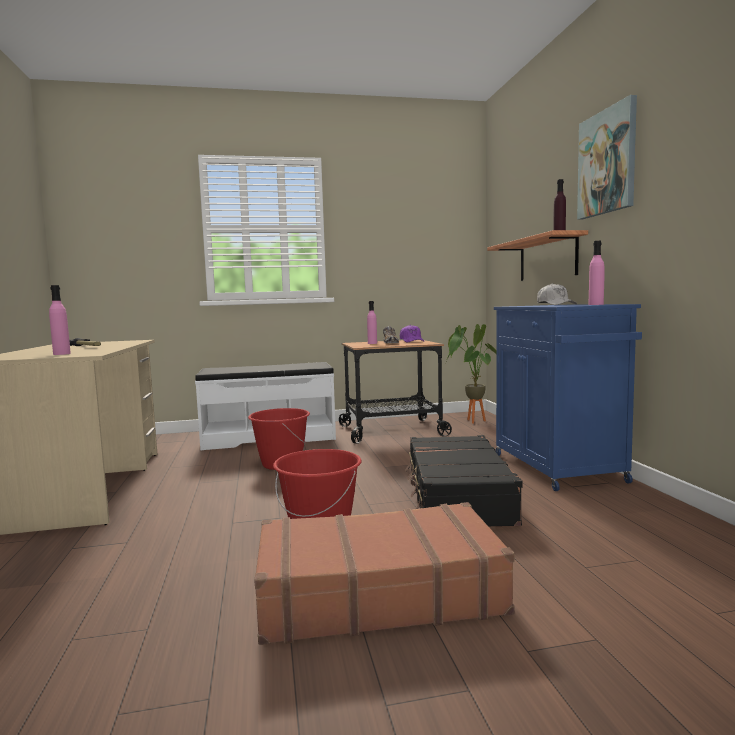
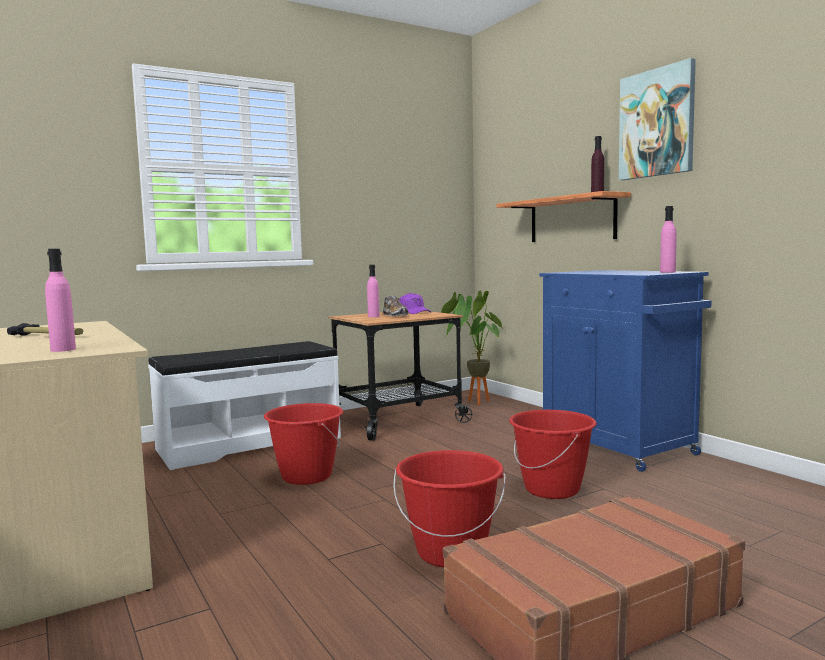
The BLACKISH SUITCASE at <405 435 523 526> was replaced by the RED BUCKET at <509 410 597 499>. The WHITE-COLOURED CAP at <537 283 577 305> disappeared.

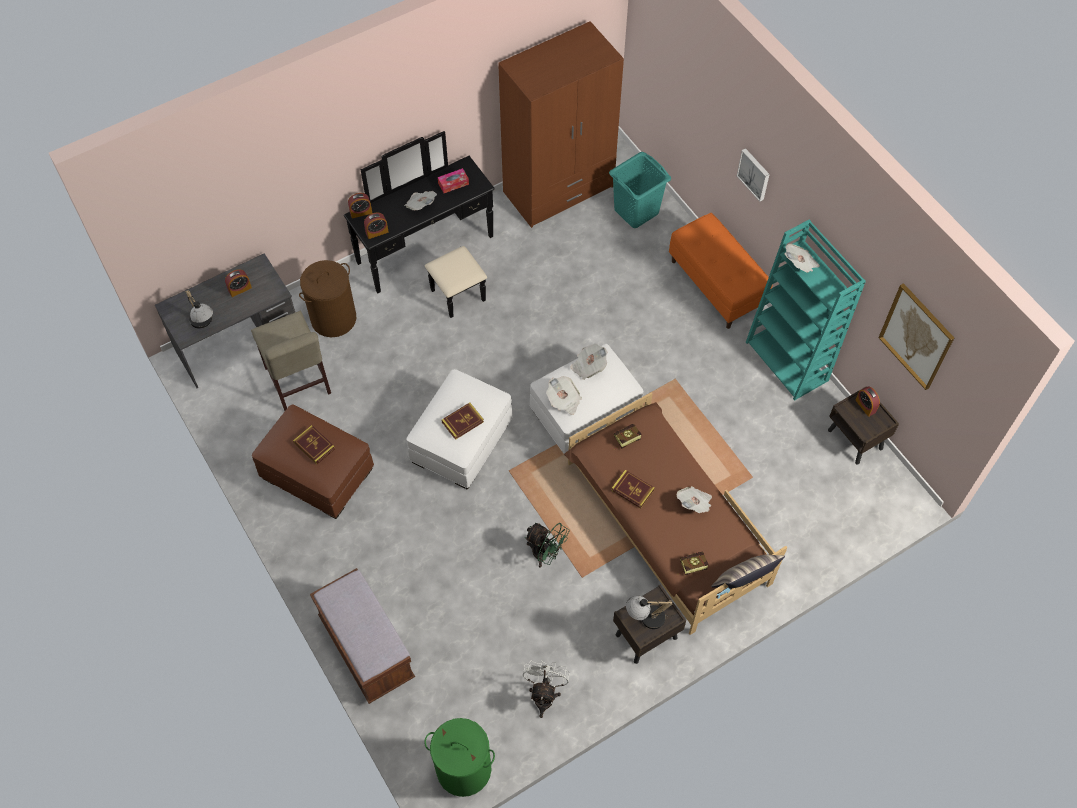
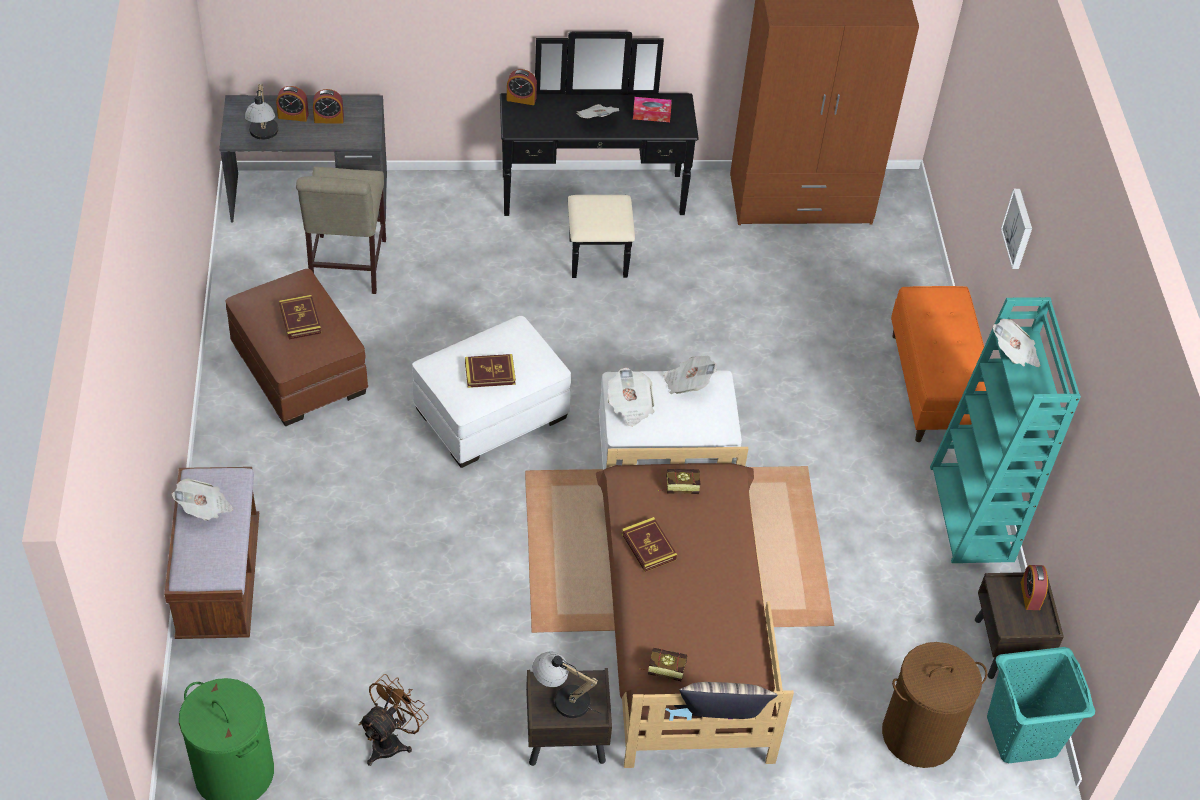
The PRINTED PAPER moved from <677 486 712 513> to <172 478 233 521>. The TABLE CLOCK moved from <364 213 388 239> to <276 86 309 122>. The WHITE-COLOURED ELECTRIC FAN at <523 660 570 718> became the BROWN ELECTRIC FAN at <359 674 429 766>. The BROWN WASHING BASKET moved from <299 260 356 337> to <882 642 987 768>. The TURQUOISE-COLOURED WASHING BASKET moved from <609 152 671 228> to <987 647 1095 763>. The GREEN ELECTRIC FAN at <525 523 570 568> disappeared. The PICTURE at <878 283 954 390> disappeared.

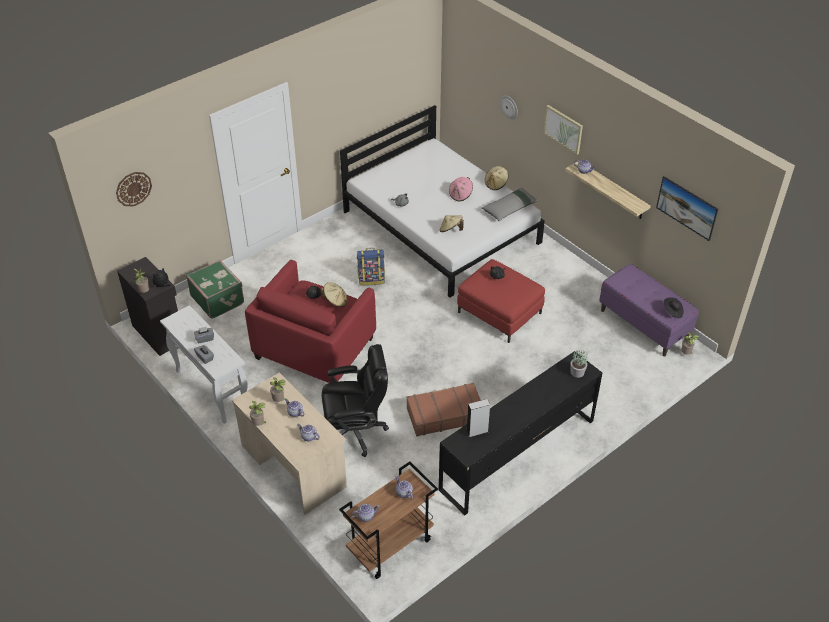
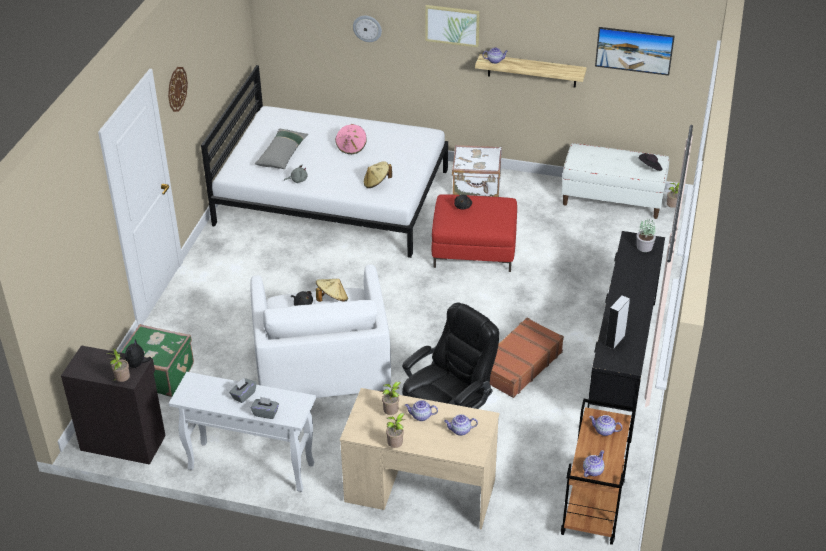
The CLOCK ON THE WALL moved from <116 172 152 206> to <168 67 188 112>. The RED LOUNGE CHAIR at <245 260 376 383> became the WHITE-COLOURED LOUNGE CHAIR at <250 265 391 398>. The GREYISH PILLOW moved from <482 187 539 221> to <255 128 308 169>. The WHITE-COLOURED SUITCASE at <452 145 502 197> appeared. The PURPLISH INDOOR BENCH at <599 264 699 356> became the WHITE-COLOURED INDOOR BENCH at <561 143 669 219>. The RUCKSACK at <357 248 385 286> disappeared. The BEIGE HAT at <485 166 508 190> disappeared.

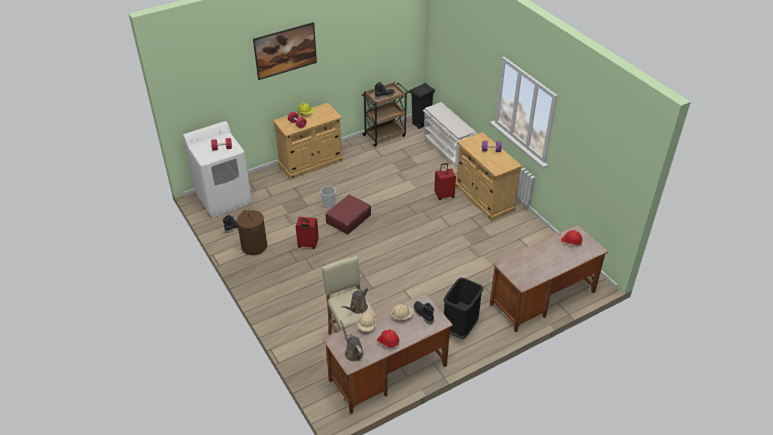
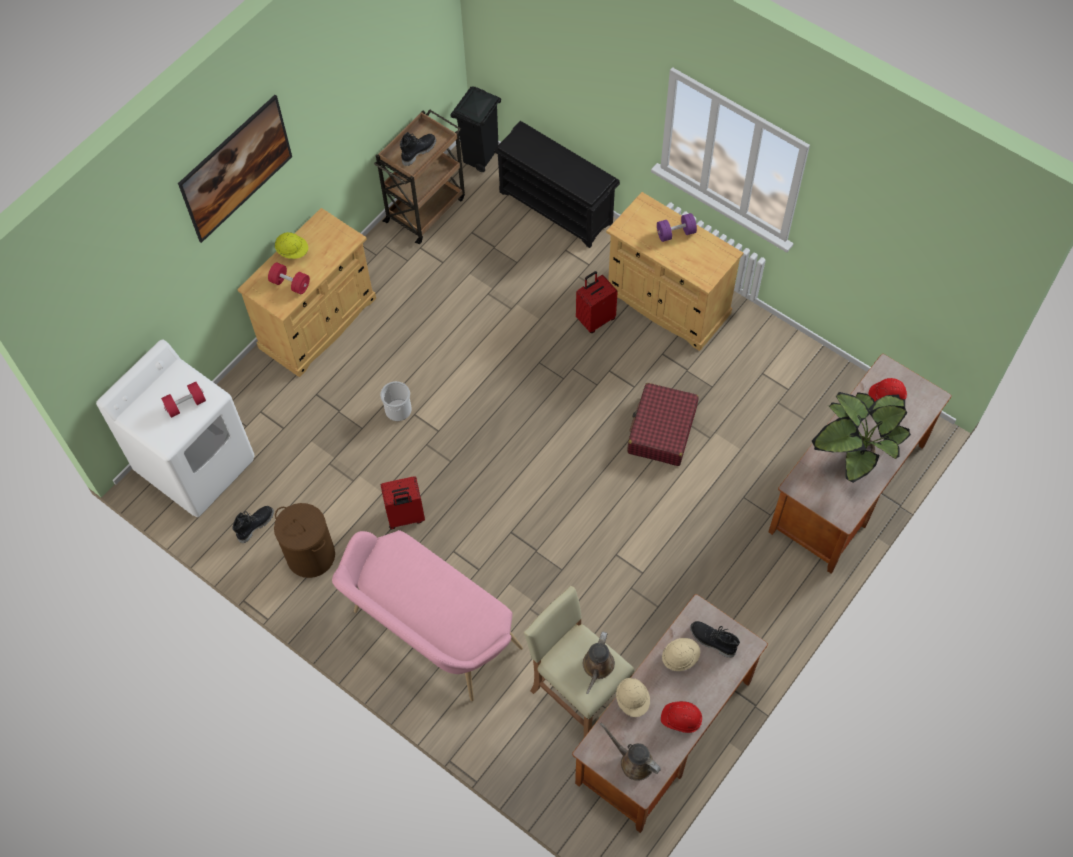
The PINKISH INDOOR BENCH at <332 530 523 701> appeared. The WHITE-COLOURED SHOE STAND at <423 102 477 168> became the BLACKISH SHOE STAND at <493 121 620 248>. The RED SUITCASE moved from <326 195 371 234> to <627 383 699 466>. The POTTED PLANT at <812 392 911 483> appeared. The BLACKISH TRASH CAN at <444 278 483 339> disappeared.

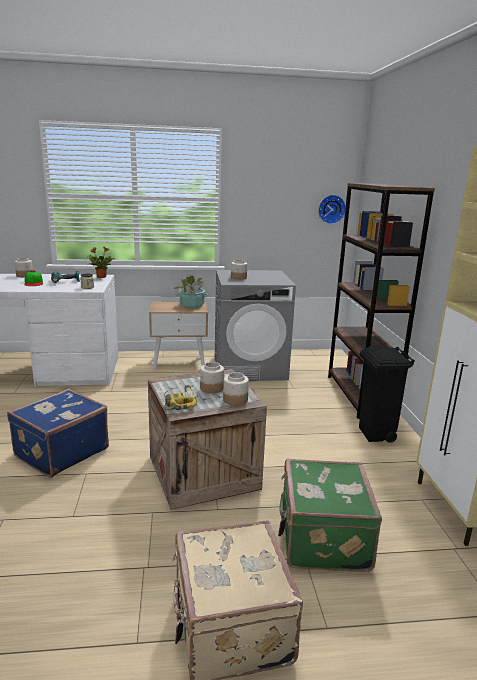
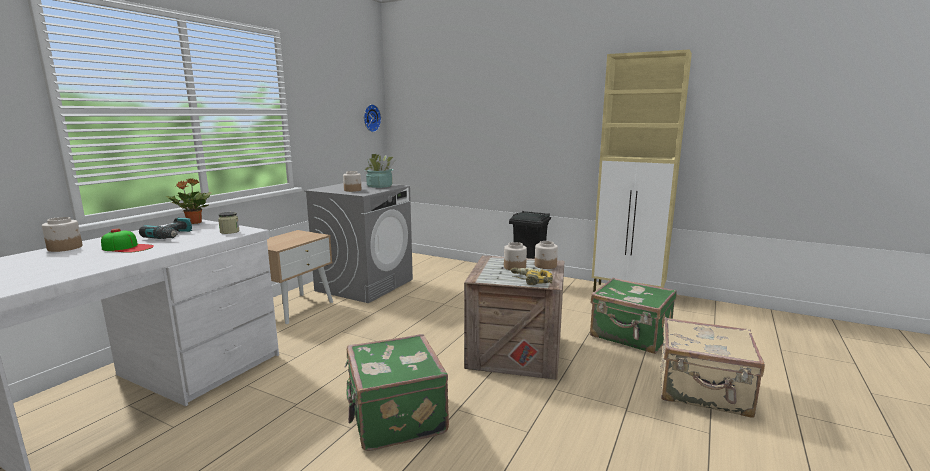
The BLUE-COLOURED SUITCASE at <7 388 109 478> became the GREEN SUITCASE at <345 334 449 451>. The POTTED PLANT moved from <173 275 209 308> to <365 154 395 188>. The BROWN BOOKSHELF at <328 183 435 419> disappeared.

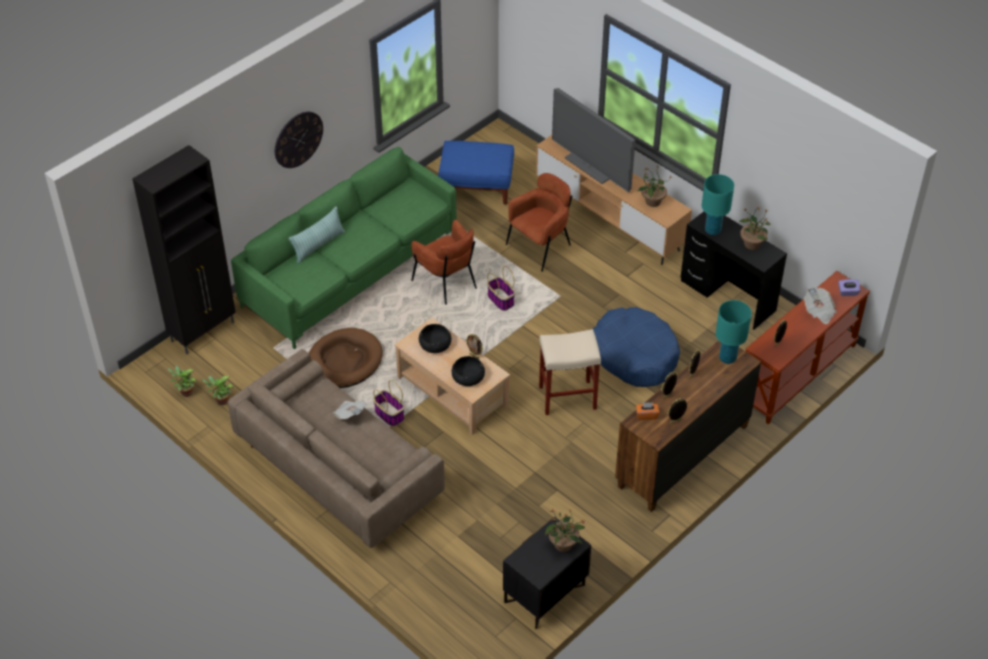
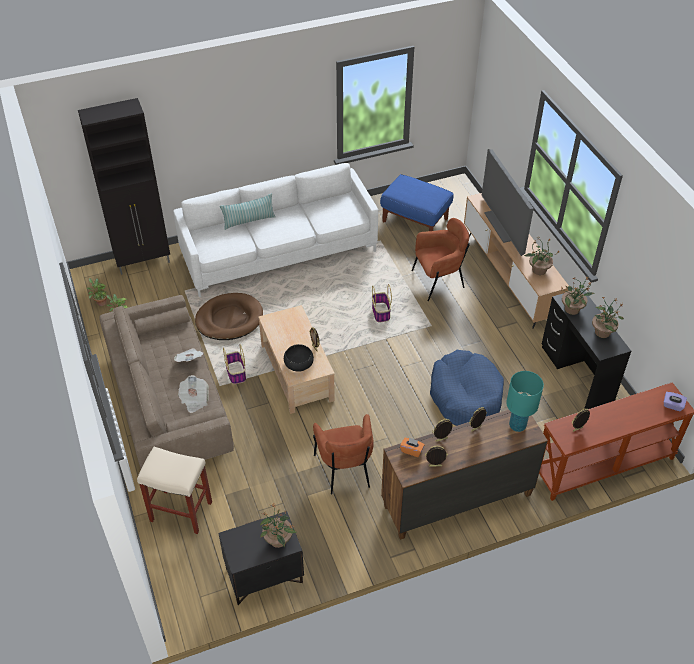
The BEIGE STOOL SEAT moved from <539 329 601 415> to <137 447 212 534>. The GREEN COUCH at <231 147 457 349> became the WHITE-COLOURED COUCH at <173 163 378 297>. The PRINTED PAPER moved from <804 287 837 324> to <178 375 209 413>. The BROWN LOUNGE CHAIR moved from <411 220 477 305> to <313 414 374 494>. The TURQUOISE-COLOURED TABLETOP LAMP at <702 174 734 235> was replaced by the POTTED PLANT at <560 277 594 315>. The CLOCK ON THE WALL at <275 112 323 168> disappeared. The BLACKISH SERVING BOWL at <419 324 451 353> disappeared.

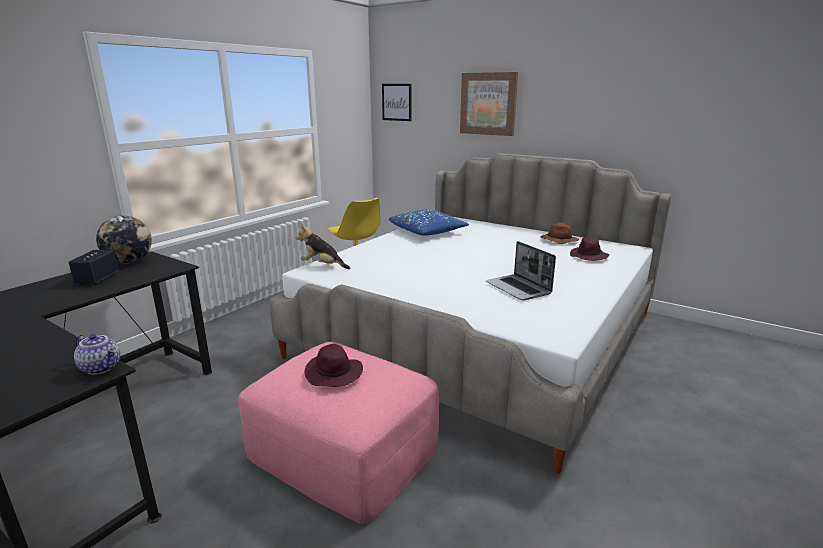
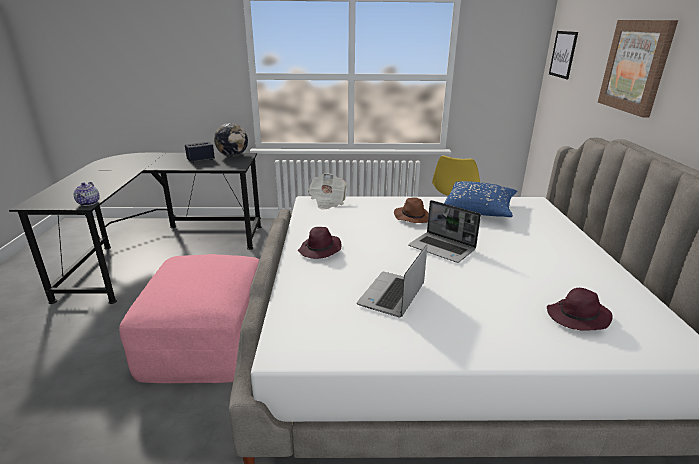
The PURPLISH HAT moved from <305 344 363 387> to <298 227 342 259>. The CUDDLY TOY at <295 223 350 269> was replaced by the PRINTED PAPER at <308 173 347 210>. The BROWN HAT moved from <540 223 579 244> to <394 197 429 223>. The NOTEBOOK COMPUTER at <408 200 481 263> appeared.

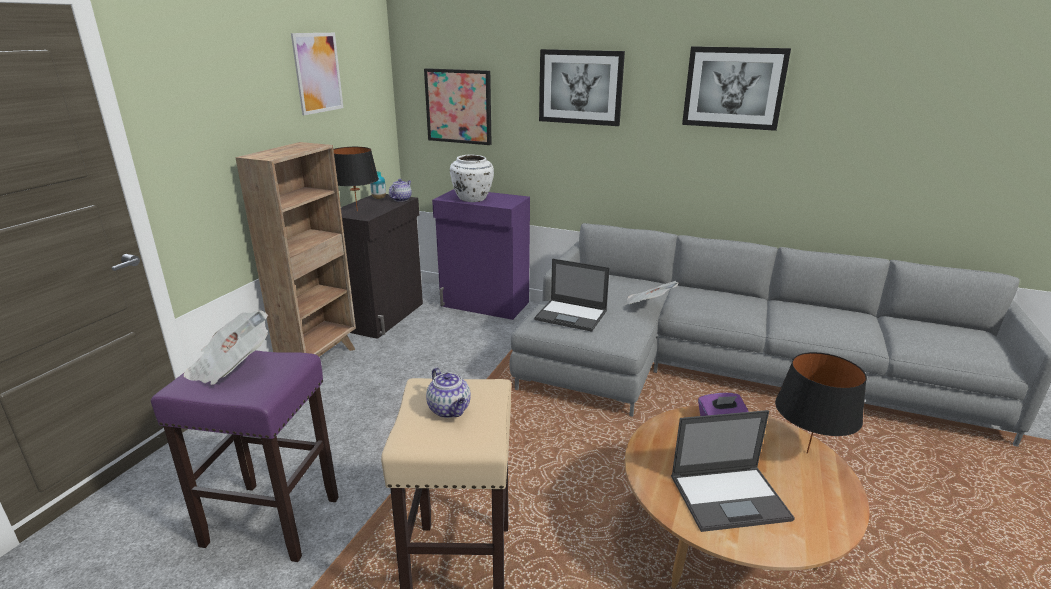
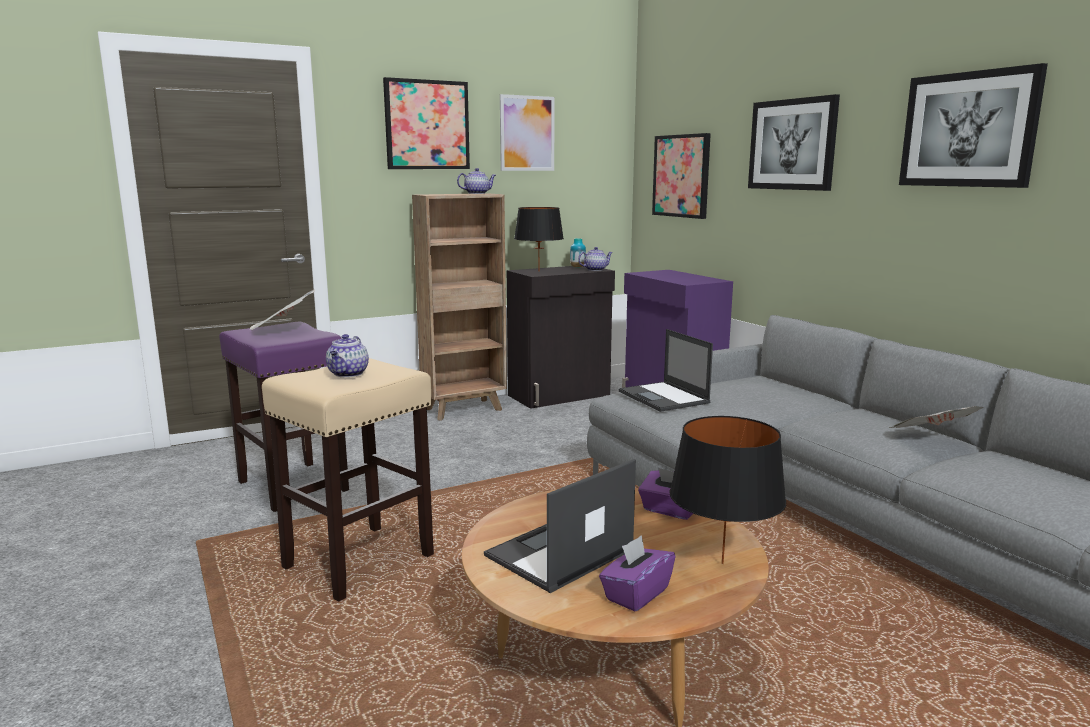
The PICTURE at <383 77 470 169> appeared. The TEAPOT at <457 168 496 194> appeared. The NOTEBOOK COMPUTER at <671 410 795 532> turned 105 degrees clockwise. The PURPLISH TISSUE BOX at <599 535 676 612> appeared. The PRINTED PAPER moved from <625 281 679 305> to <889 406 983 428>. The WHITE-COLOURED DECORATIVE VASE at <450 155 494 202> disappeared.

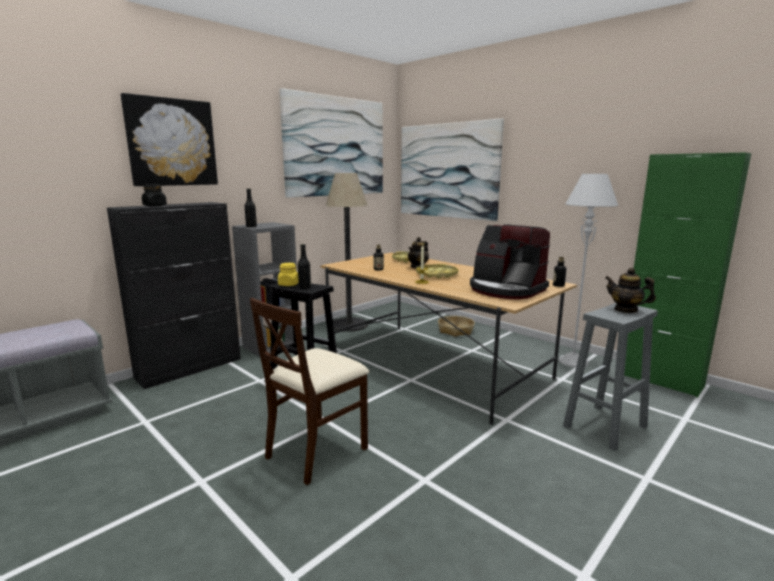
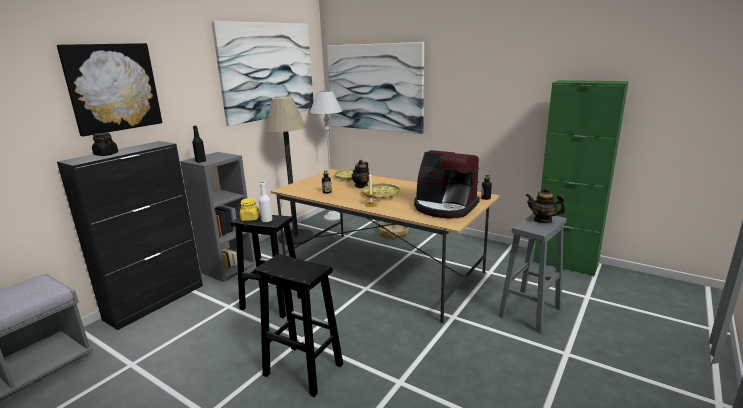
The BEIGE PLAIN CHAIR at <250 298 369 485> was replaced by the BLACKISH STOOL SEAT at <254 254 343 397>. The BLACKISH BOTTLE at <298 244 311 289> became the WHITE-COLOURED BOTTLE at <259 182 272 222>. The GREYISH STANDING LAMP moved from <559 174 618 368> to <310 90 342 221>.

